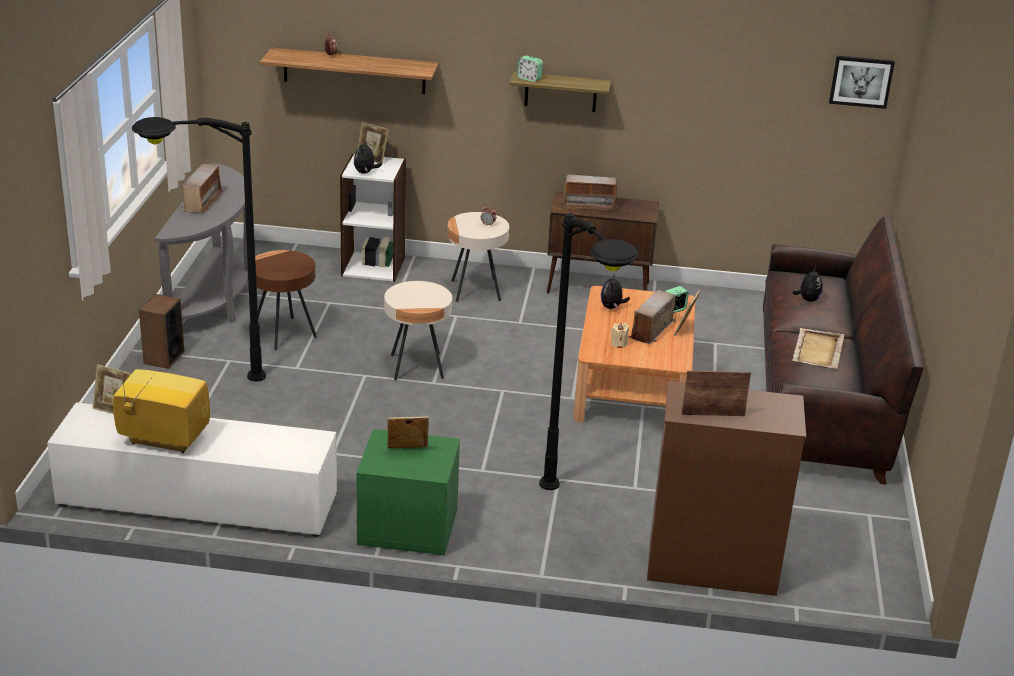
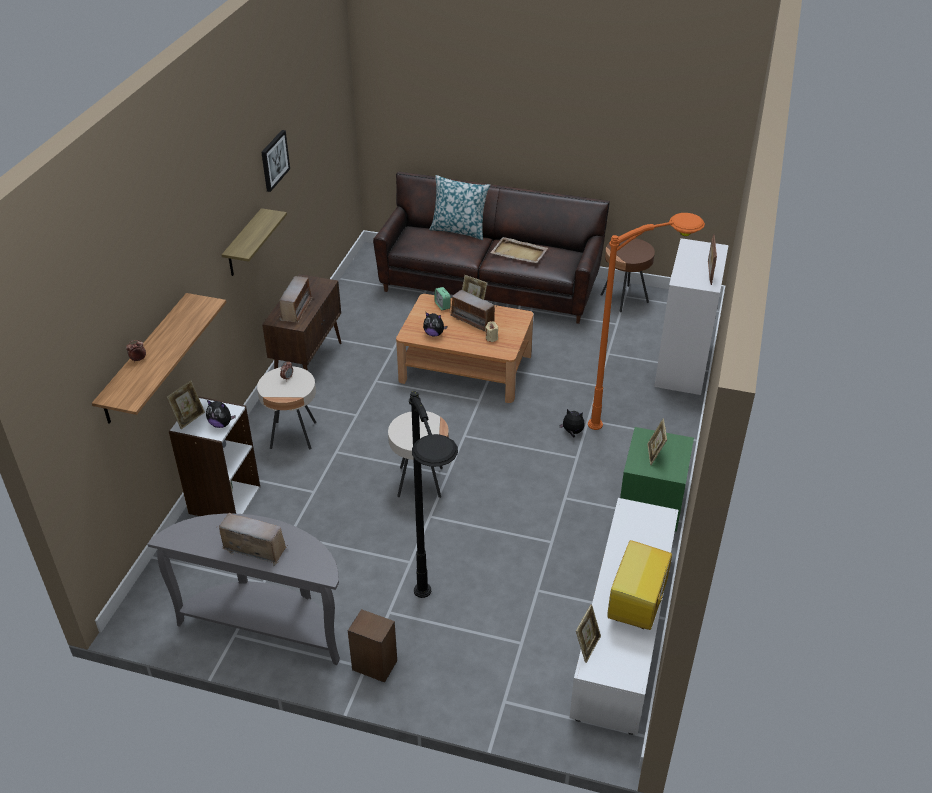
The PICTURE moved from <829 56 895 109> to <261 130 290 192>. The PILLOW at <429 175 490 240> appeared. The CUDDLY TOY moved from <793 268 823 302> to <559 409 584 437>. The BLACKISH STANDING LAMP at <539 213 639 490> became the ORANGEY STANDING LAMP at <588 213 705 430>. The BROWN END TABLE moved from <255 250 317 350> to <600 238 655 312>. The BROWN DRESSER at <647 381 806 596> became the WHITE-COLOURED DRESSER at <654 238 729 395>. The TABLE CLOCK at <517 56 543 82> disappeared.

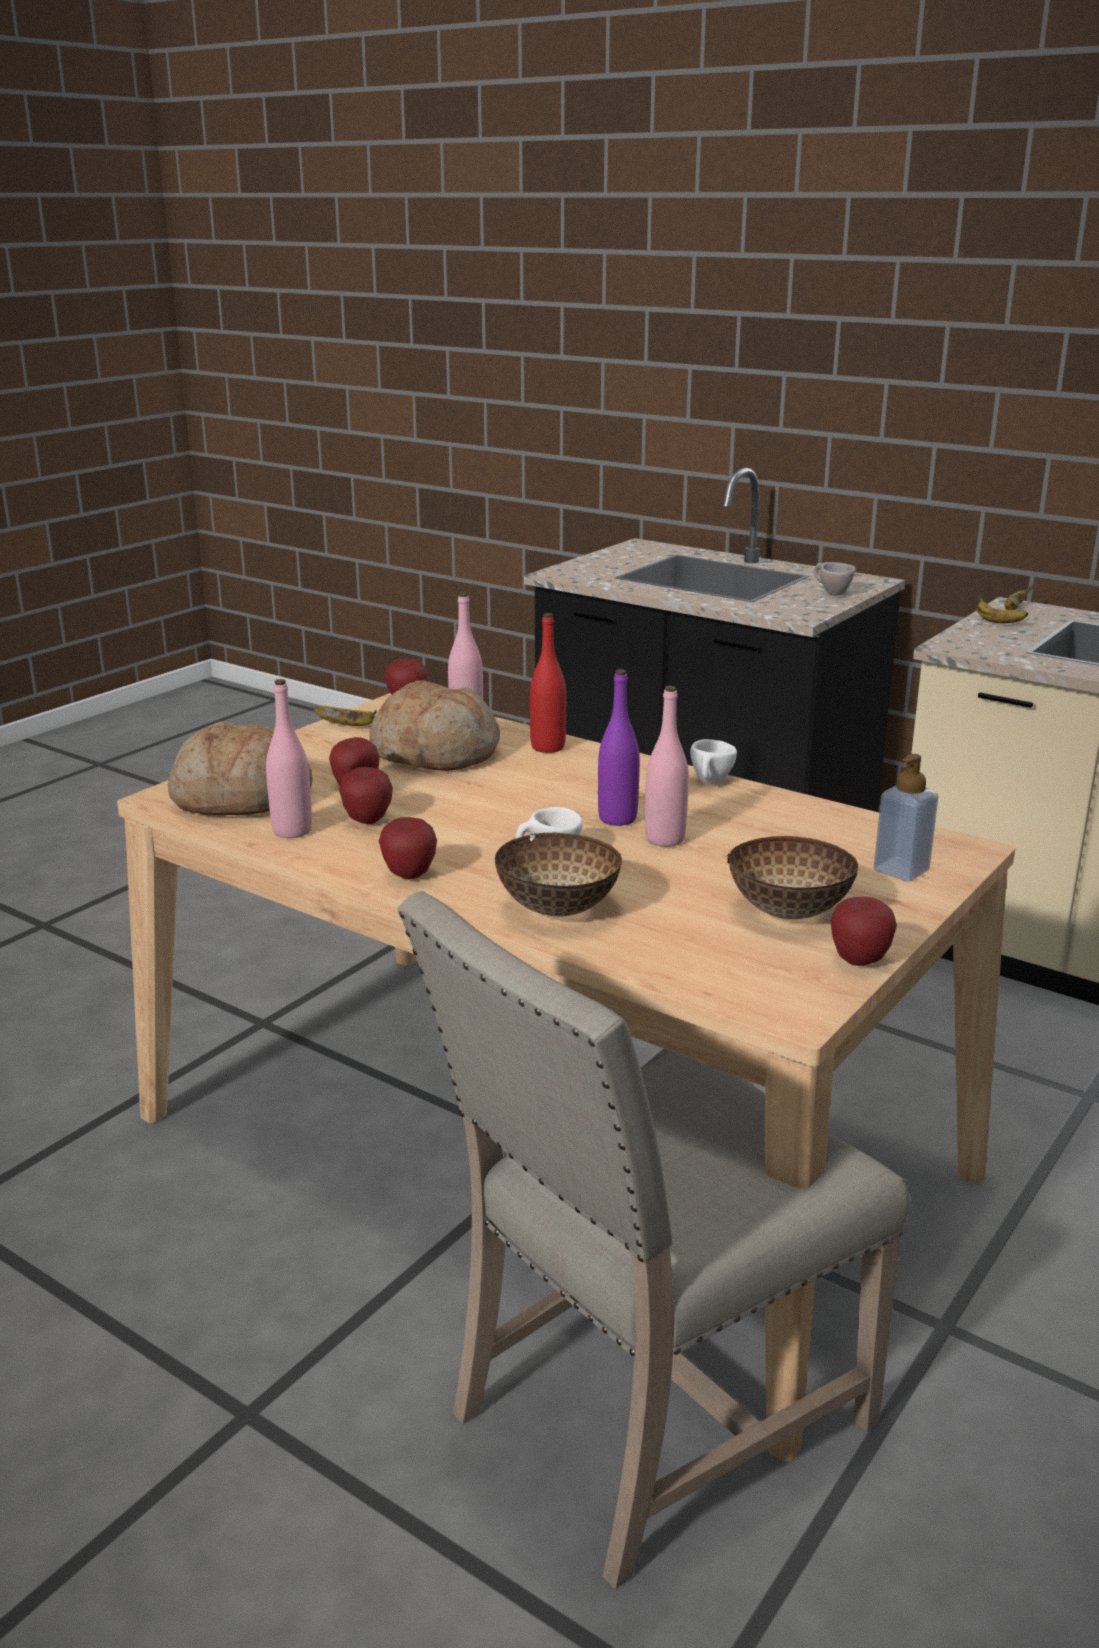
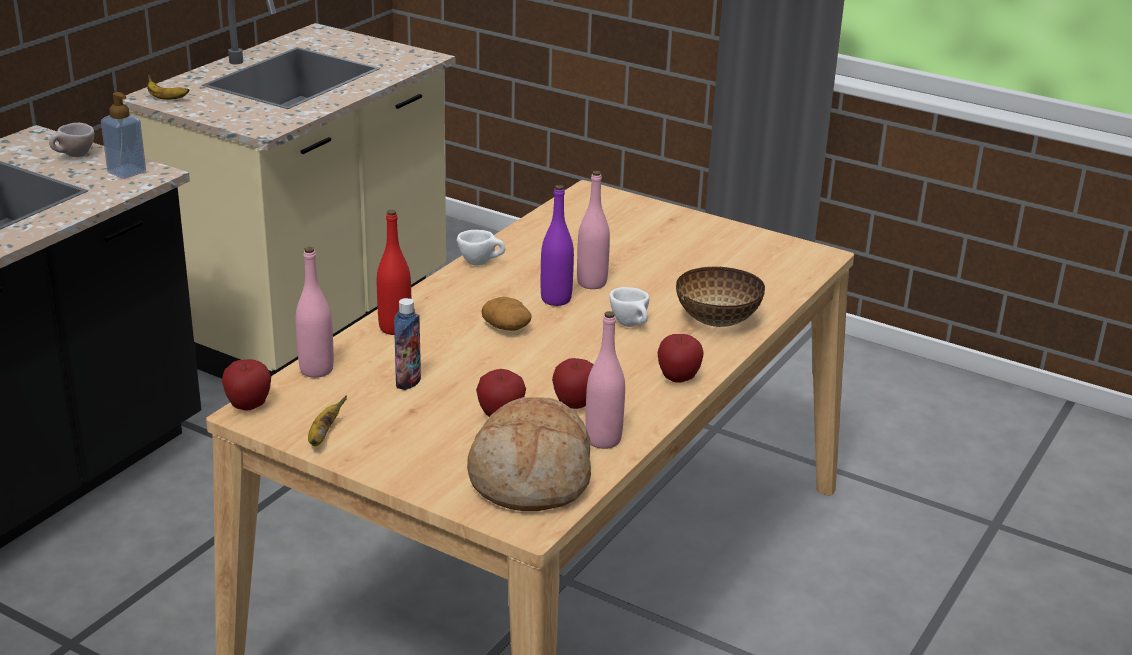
The SOAP DISPENSER moved from <874 754 939 881> to <101 92 146 179>. The BREAD at <370 680 500 771> was replaced by the BOTTLE at <394 298 421 390>. The POTATO at <481 297 531 331> appeared. The BEIGE PLAIN CHAIR at <397 891 910 1589> disappeared. The SERVING BOWL at <727 836 858 919> disappeared. The APPLE at <831 896 897 966> disappeared. The BANANA at <977 594 1028 623> disappeared.

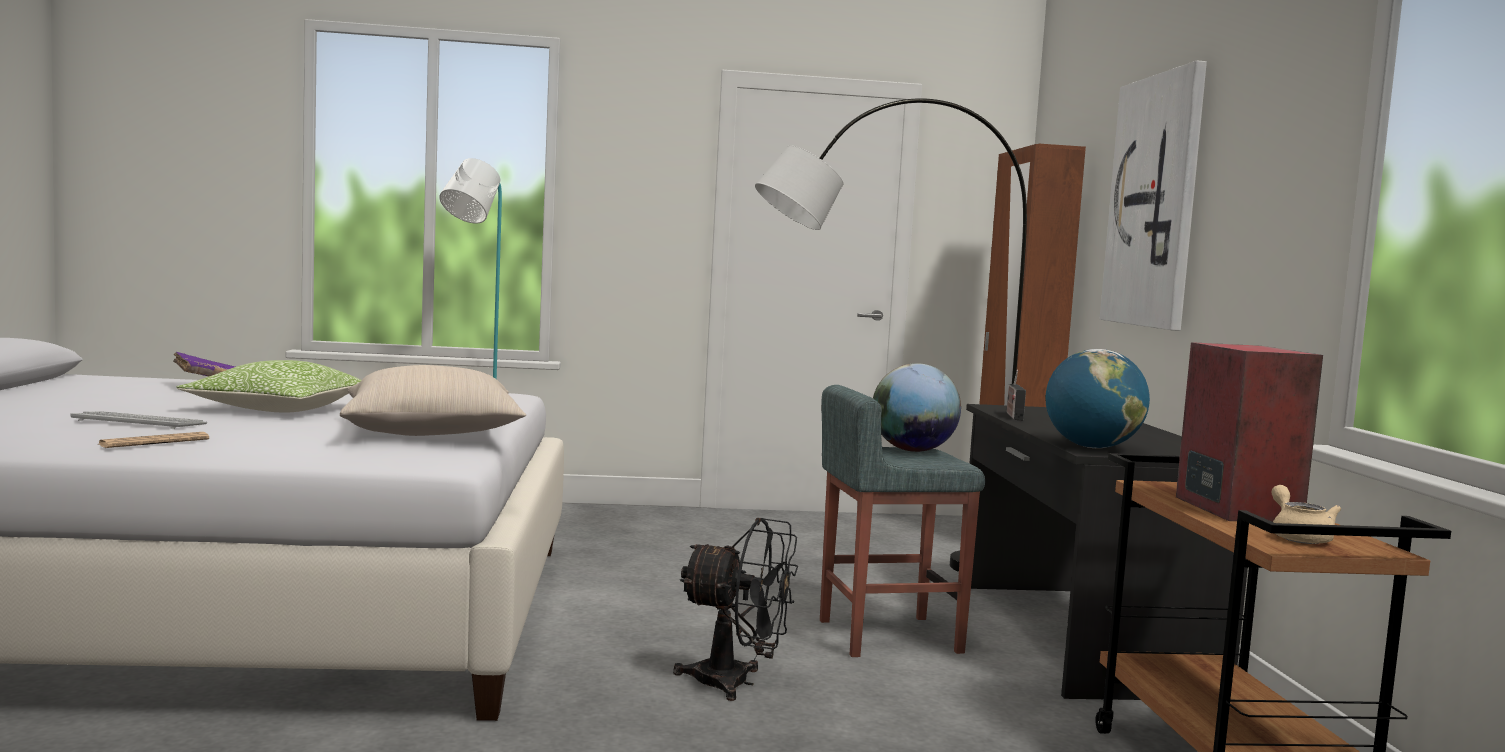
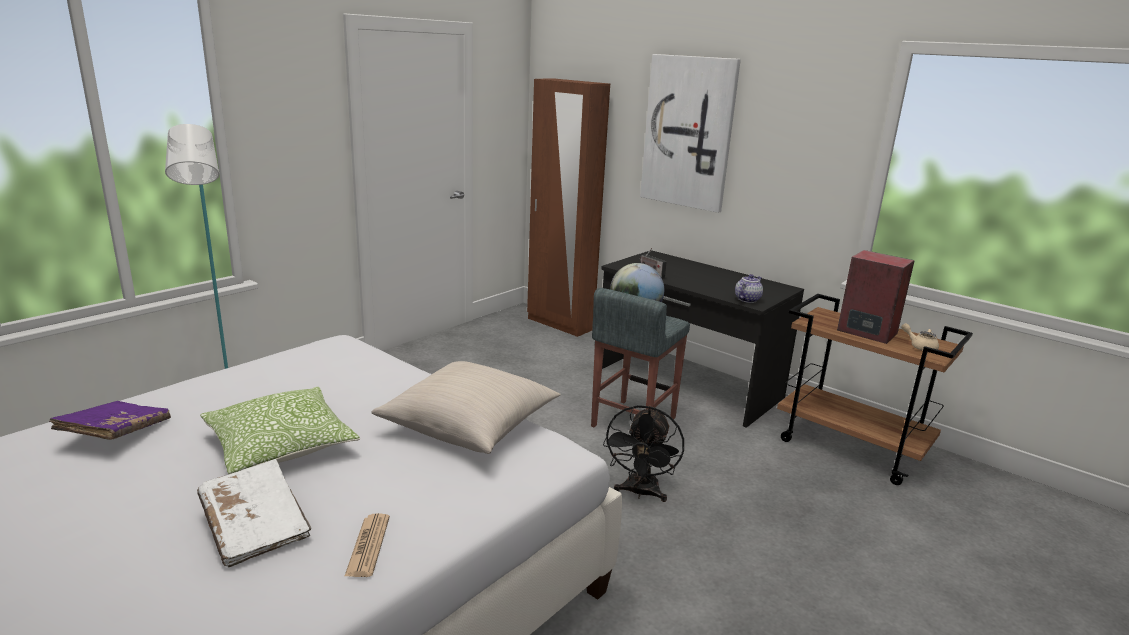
The PC KEYBOARD at <70 411 207 429> was replaced by the WHITE-COLOURED BOUND BOOK at <197 459 311 567>. The BLACKISH ELECTRIC FAN at <673 518 798 701> turned 135 degrees clockwise. The WORLD GLOBE at <1045 349 1150 448> was replaced by the TEAPOT at <735 274 763 303>. The GREYISH STANDING LAMP at <755 98 1027 572> disappeared.

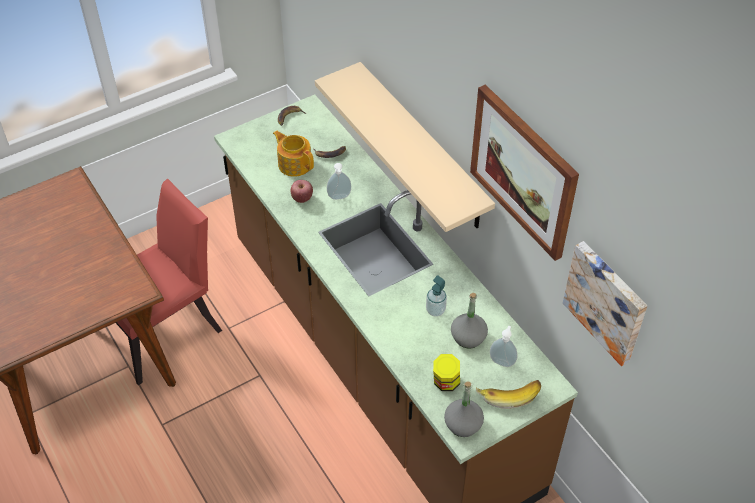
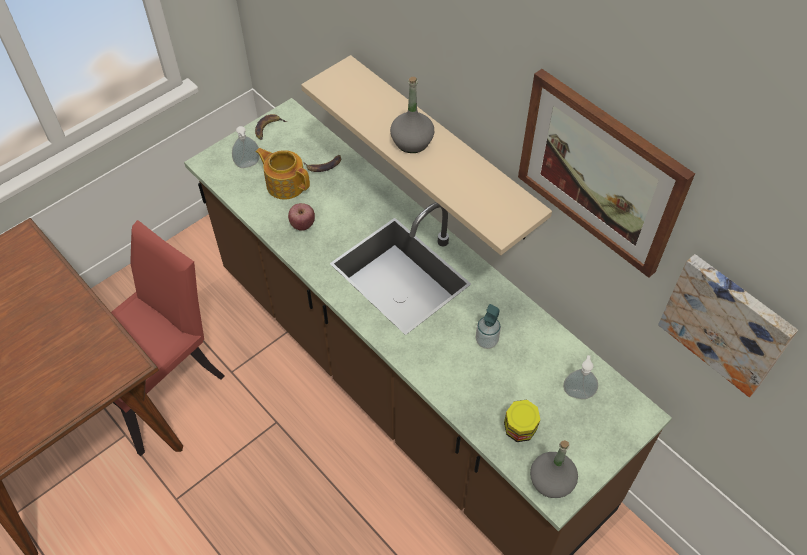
The SOAP DISPENSER moved from <327 163 351 200> to <232 126 260 168>. The GREYISH BOTTLE moved from <451 293 488 349> to <390 77 434 153>. The BANANA at <476 380 541 409> disappeared.

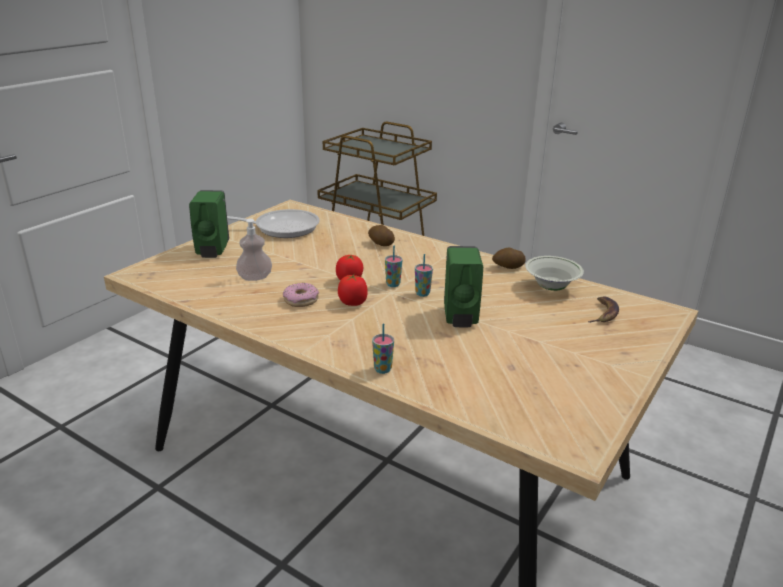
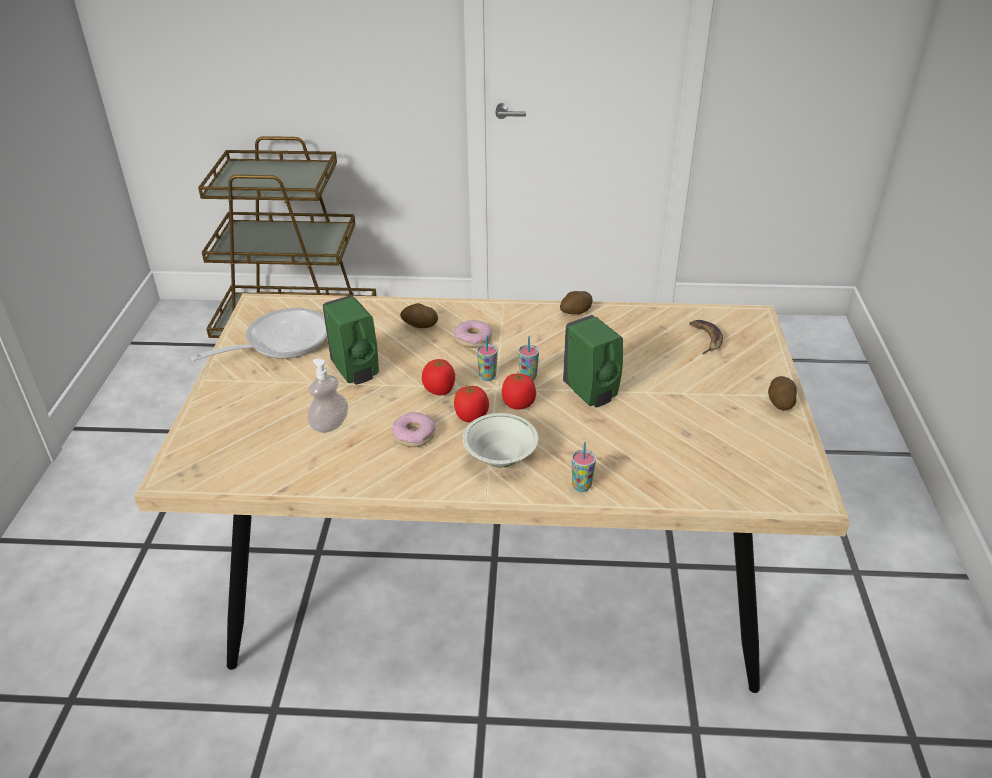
The GREEN SOAP DISPENSER moved from <189 190 229 258> to <323 295 379 385>. The DOUGHNUT at <454 320 492 348> appeared. The WHITE-COLOURED SERVING BOWL moved from <525 256 584 291> to <463 413 538 467>. The WHOLE TOMATO at <502 371 536 410> appeared. The POTATO at <768 376 797 410> appeared.

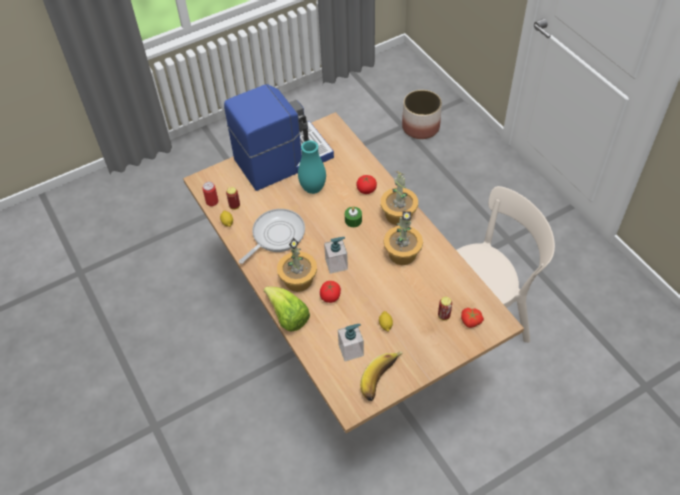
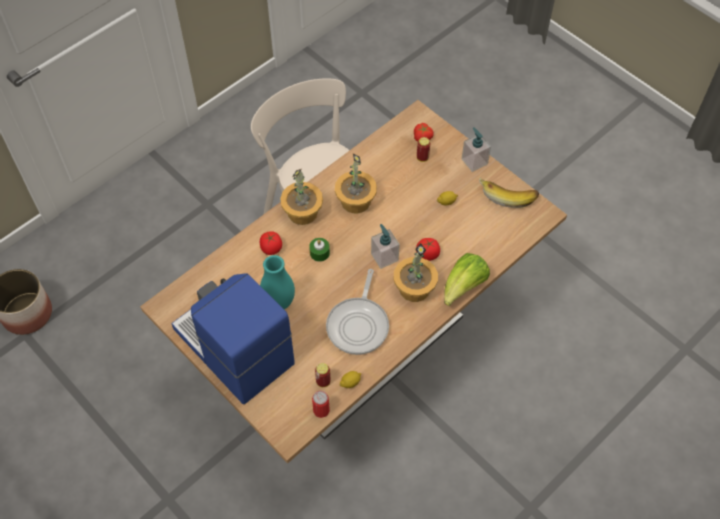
The SKILLET at <239 209 305 264> turned 105 degrees counterclockwise. The SOAP DISPENSER moved from <338 324 364 361> to <462 127 491 172>.

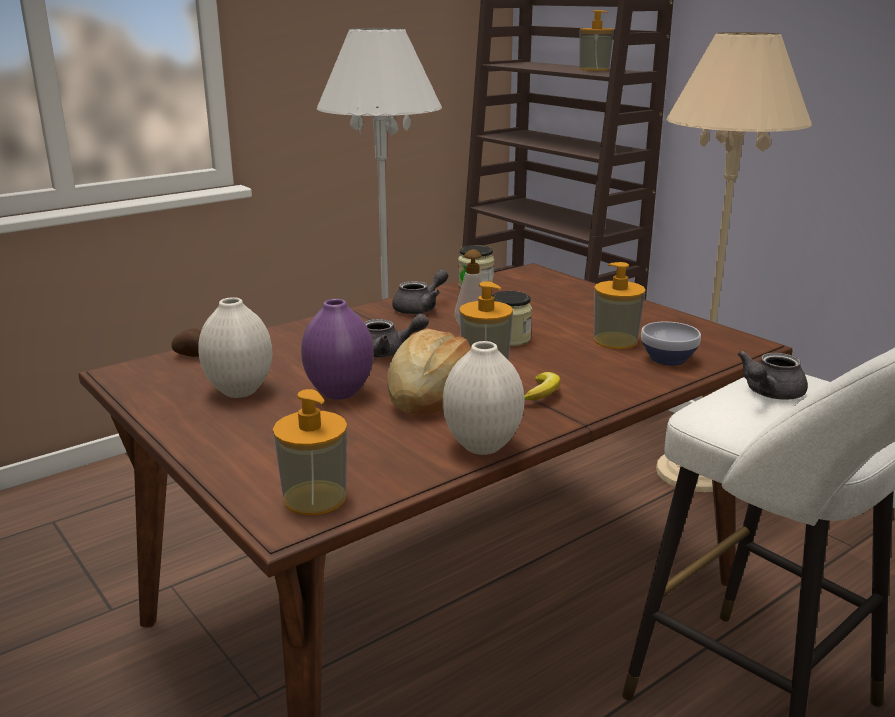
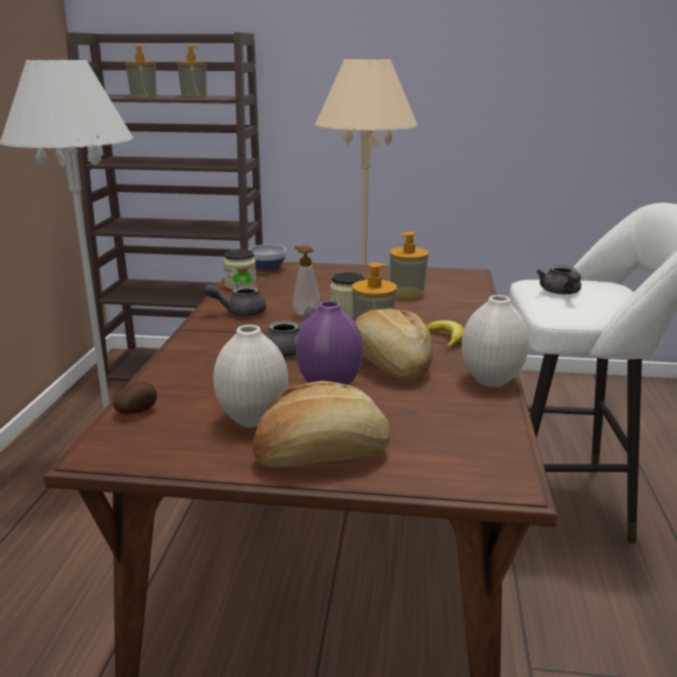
The SOAP DISPENSER moved from <273 389 347 515> to <125 45 157 97>. The GREYISH TEAPOT at <392 269 448 314> turned 105 degrees counterclockwise. The SERVING BOWL moved from <641 322 701 366> to <248 244 286 272>. The BREAD at <252 381 390 467> appeared.

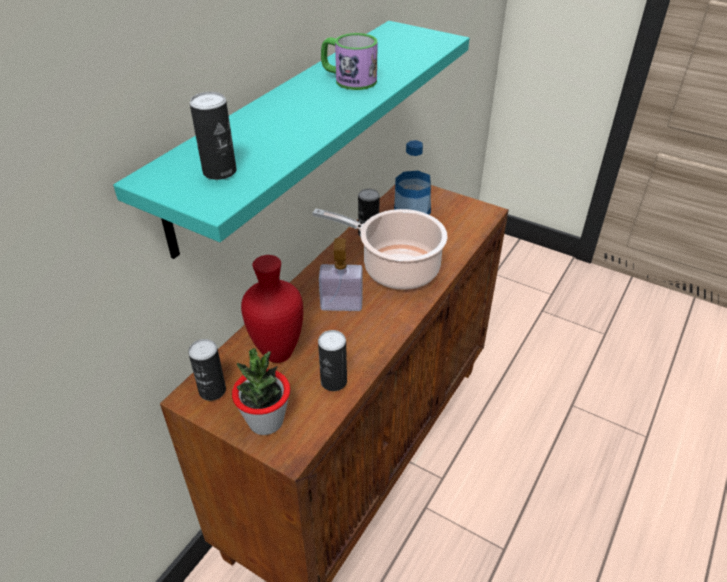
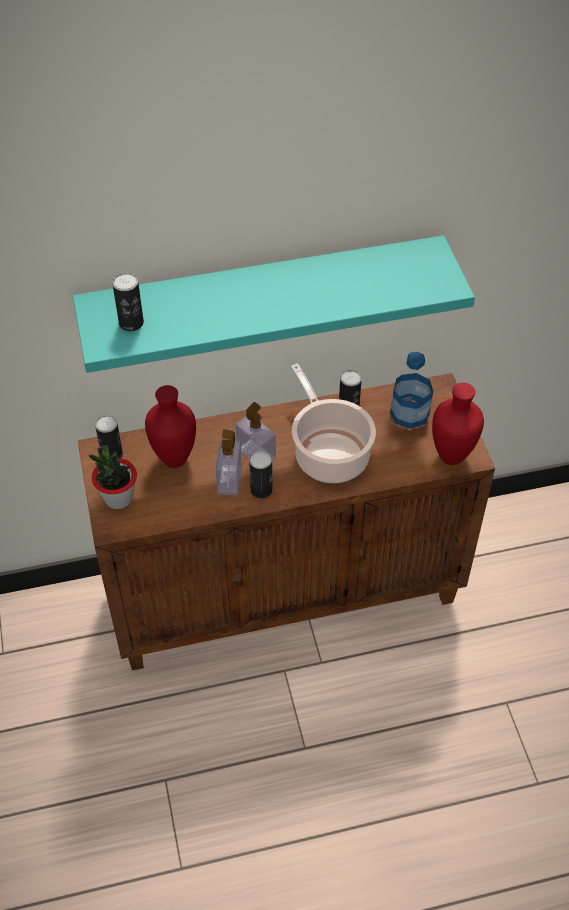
The SOAP DISPENSER at <216 429 242 495> appeared. The CAN moved from <318 330 347 391> to <249 451 273 499>. The RED DECORATIVE VASE at <432 383 484 465> appeared. The TEA MUG at <321 33 378 90> disappeared.

